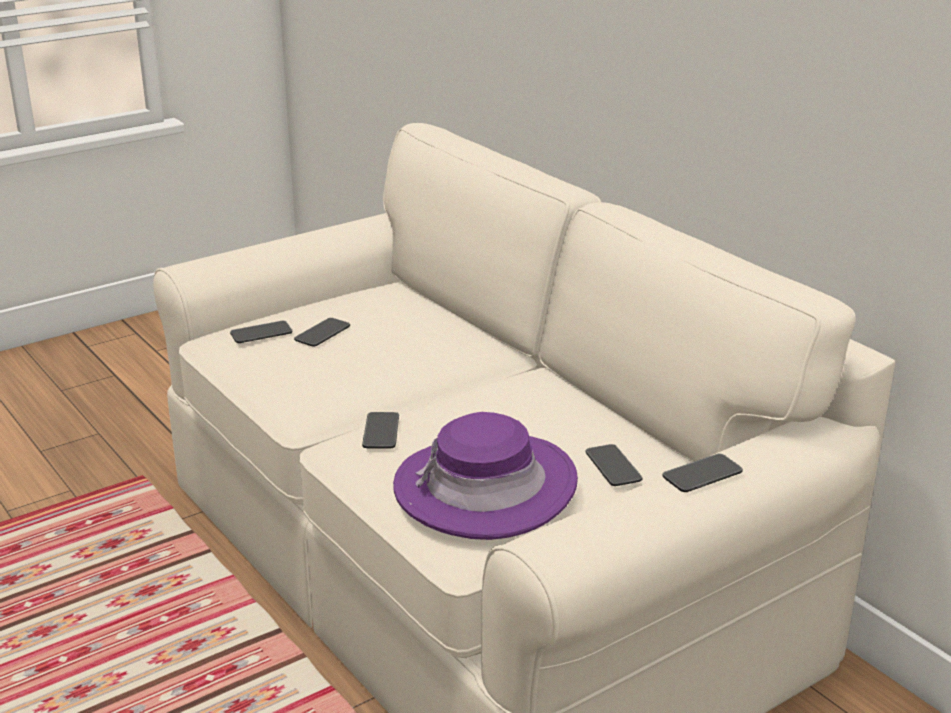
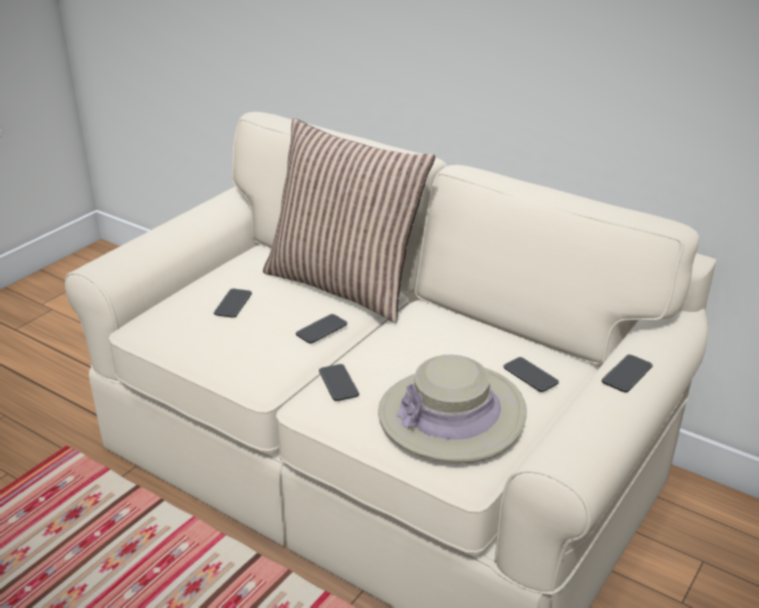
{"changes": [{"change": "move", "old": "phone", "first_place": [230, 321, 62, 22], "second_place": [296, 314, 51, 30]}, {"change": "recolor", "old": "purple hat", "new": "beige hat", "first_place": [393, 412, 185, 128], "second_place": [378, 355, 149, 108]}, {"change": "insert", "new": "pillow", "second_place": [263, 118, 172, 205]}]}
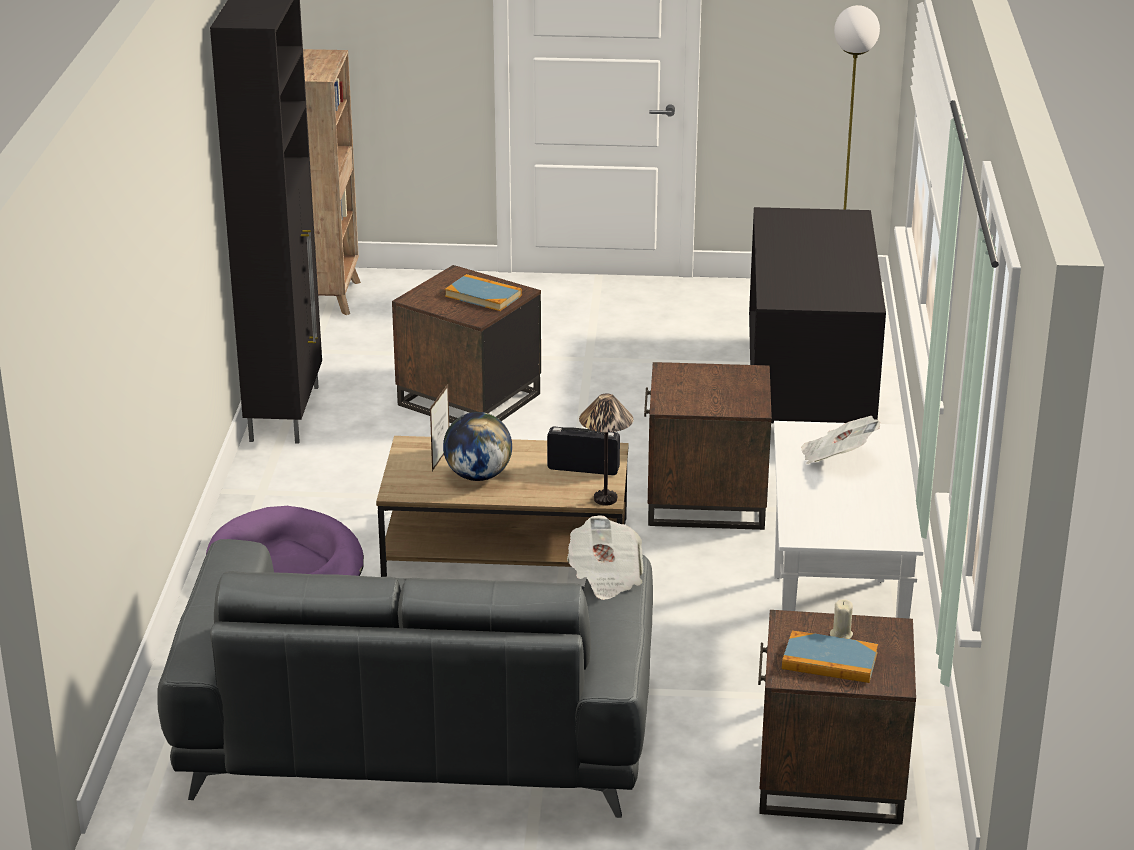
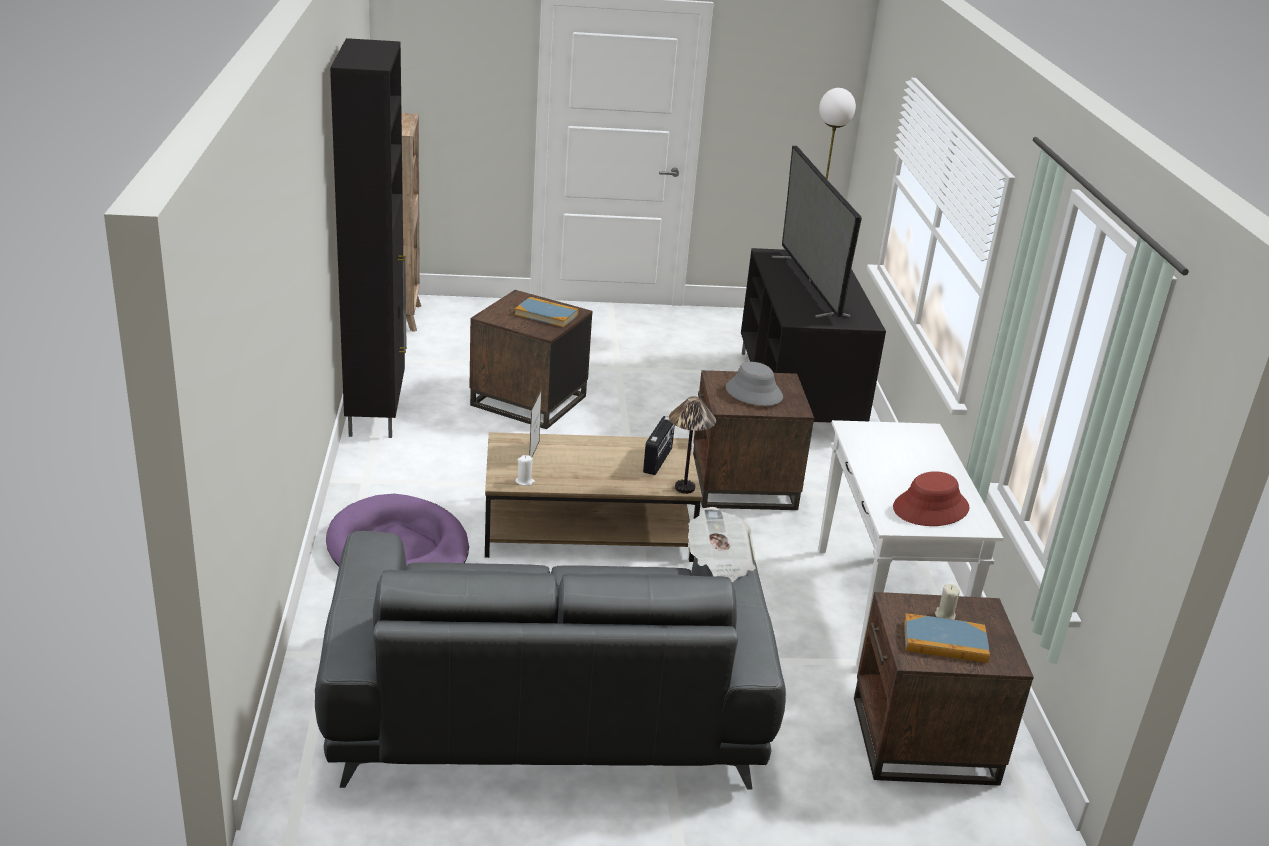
{"changes": [{"change": "delete", "old": "globe", "first_place": [443, 412, 69, 69]}, {"change": "delete", "old": "newspaper", "first_place": [801, 416, 79, 48]}, {"change": "rotate", "old": "radio", "first_place": [547, 427, 73, 48], "second_place": [643, 416, 32, 59], "degrees": 105}, {"change": "insert", "new": "television", "second_place": [772, 146, 90, 172]}, {"change": "insert", "new": "grey hat", "second_place": [726, 362, 57, 44]}, {"change": "insert", "new": "white candle", "second_place": [515, 455, 20, 31]}, {"change": "insert", "new": "red hat", "second_place": [893, 471, 76, 55]}]}
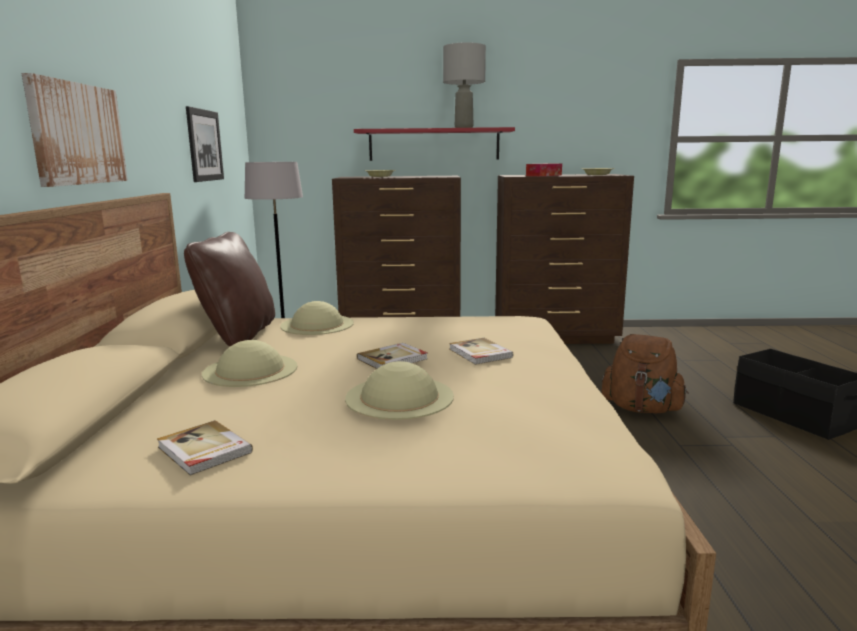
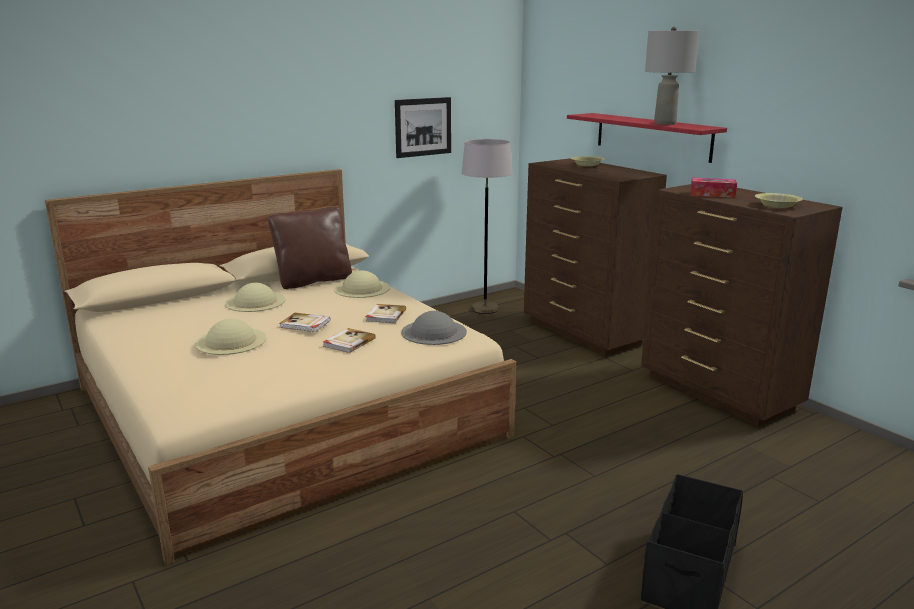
{"changes": [{"change": "delete", "old": "picture", "first_place": [22, 73, 106, 114]}, {"change": "delete", "old": "brown backpack", "first_place": [602, 334, 86, 79]}, {"change": "move", "old": "book", "first_place": [157, 420, 96, 56], "second_place": [366, 304, 40, 19]}, {"change": "insert", "new": "grey hat", "second_place": [401, 311, 66, 34]}]}
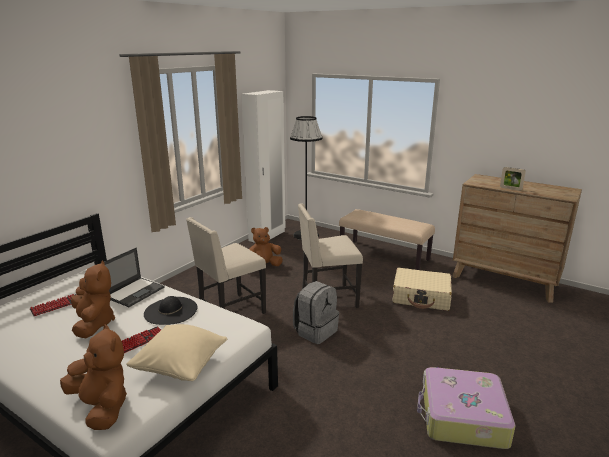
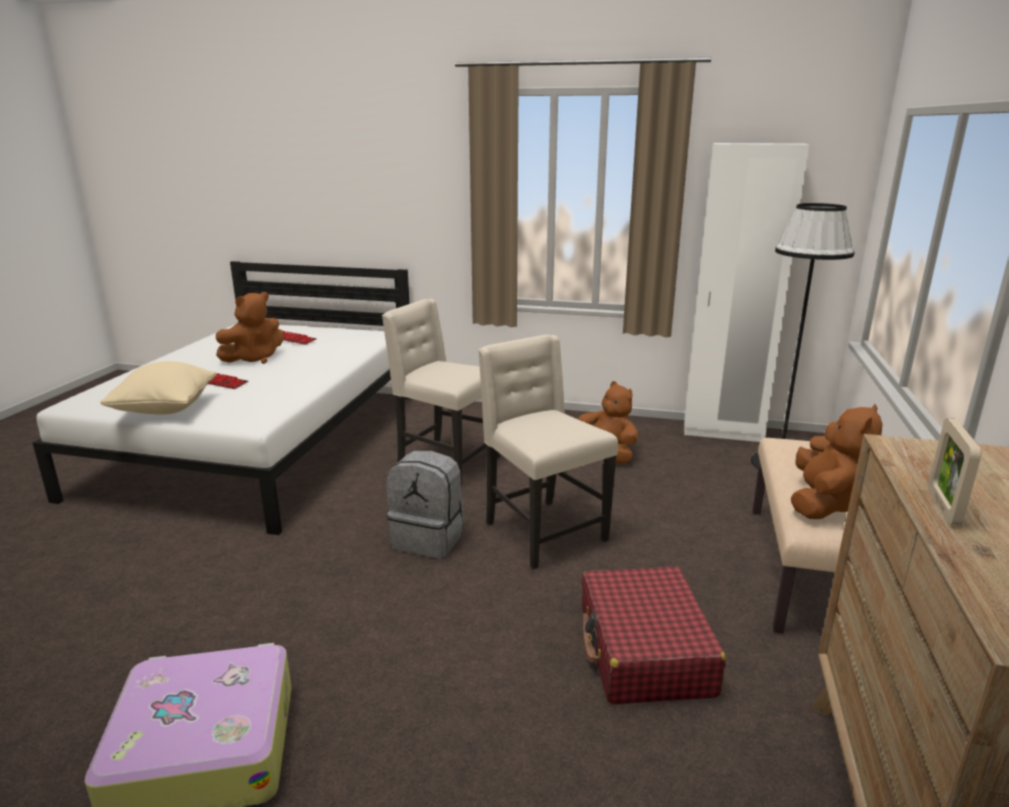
{"changes": [{"change": "delete", "old": "laptop", "first_place": [100, 248, 65, 59]}, {"change": "recolor", "old": "beige suitcase", "new": "red suitcase", "first_place": [393, 268, 59, 43], "second_place": [582, 566, 144, 139]}, {"change": "delete", "old": "black hat", "first_place": [144, 296, 54, 29]}, {"change": "move", "old": "brown plush toy", "first_place": [60, 324, 67, 106], "second_place": [791, 404, 92, 115]}]}
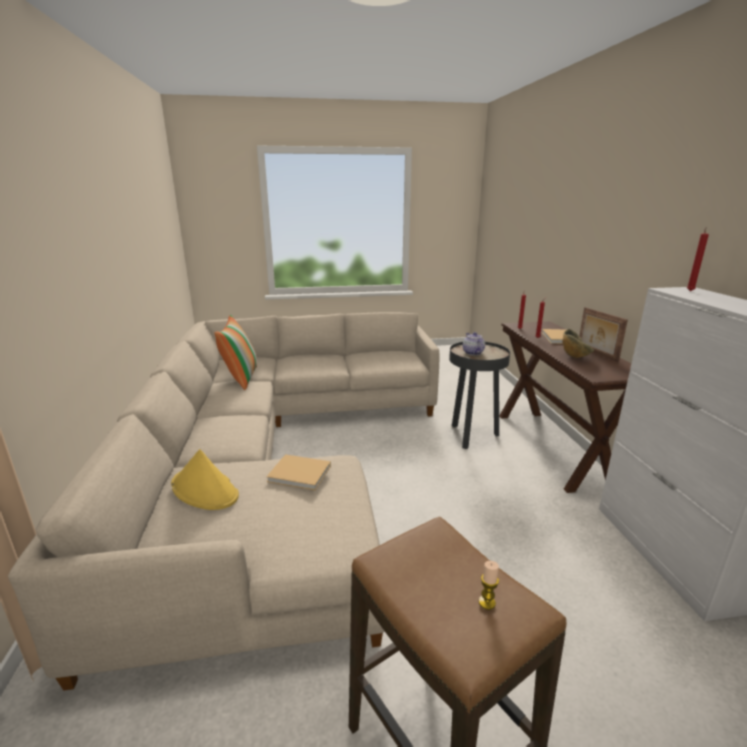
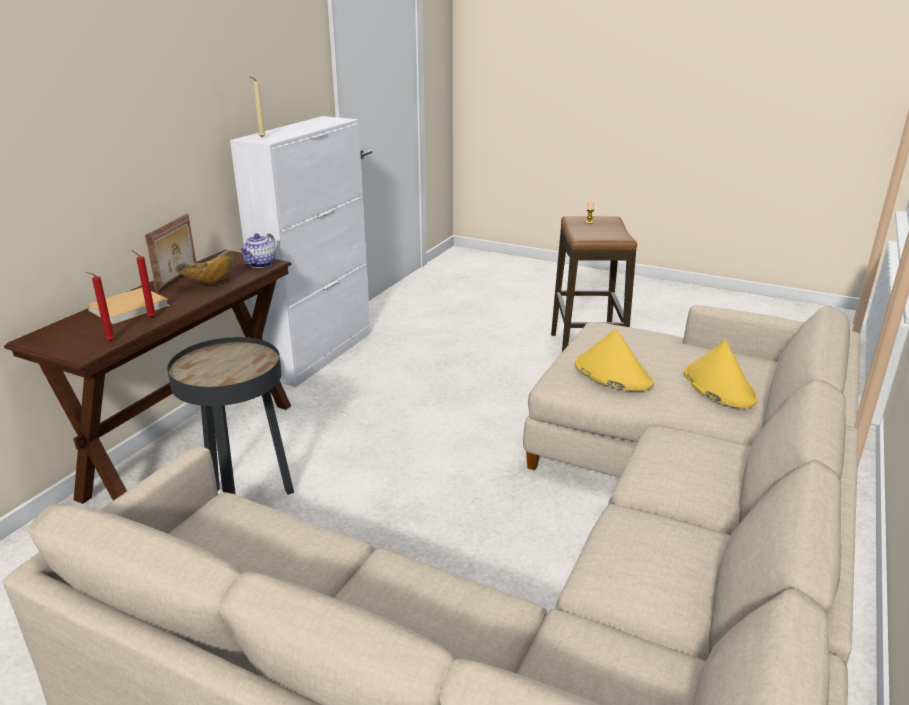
{"changes": [{"change": "recolor", "old": "red candle", "new": "beige candle", "first_place": [687, 227, 22, 64], "second_place": [249, 76, 17, 62]}, {"change": "delete", "old": "pillow", "first_place": [214, 315, 43, 75]}, {"change": "move", "old": "teapot", "first_place": [462, 332, 23, 23], "second_place": [240, 234, 36, 34]}, {"change": "replace", "old": "beige book", "new": "yellow hat", "first_place": [266, 454, 65, 36], "second_place": [575, 328, 79, 63]}]}
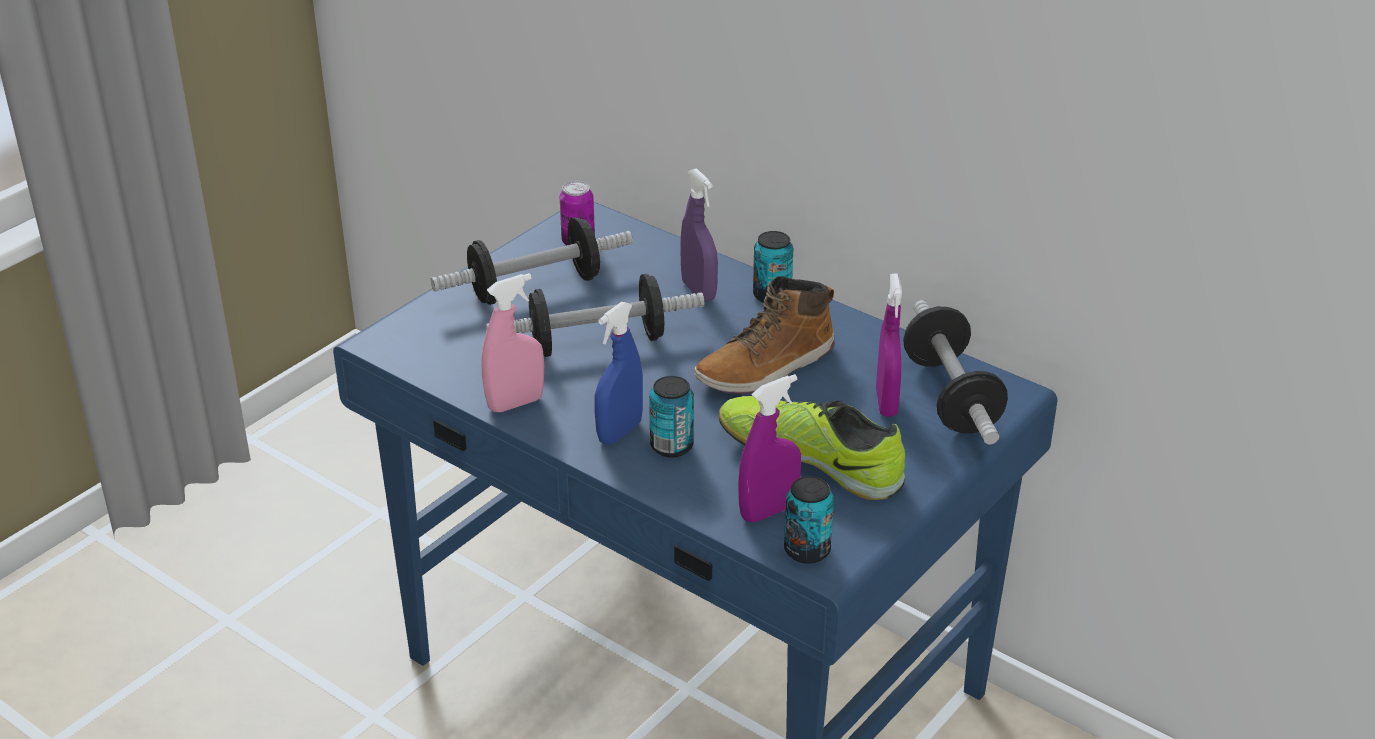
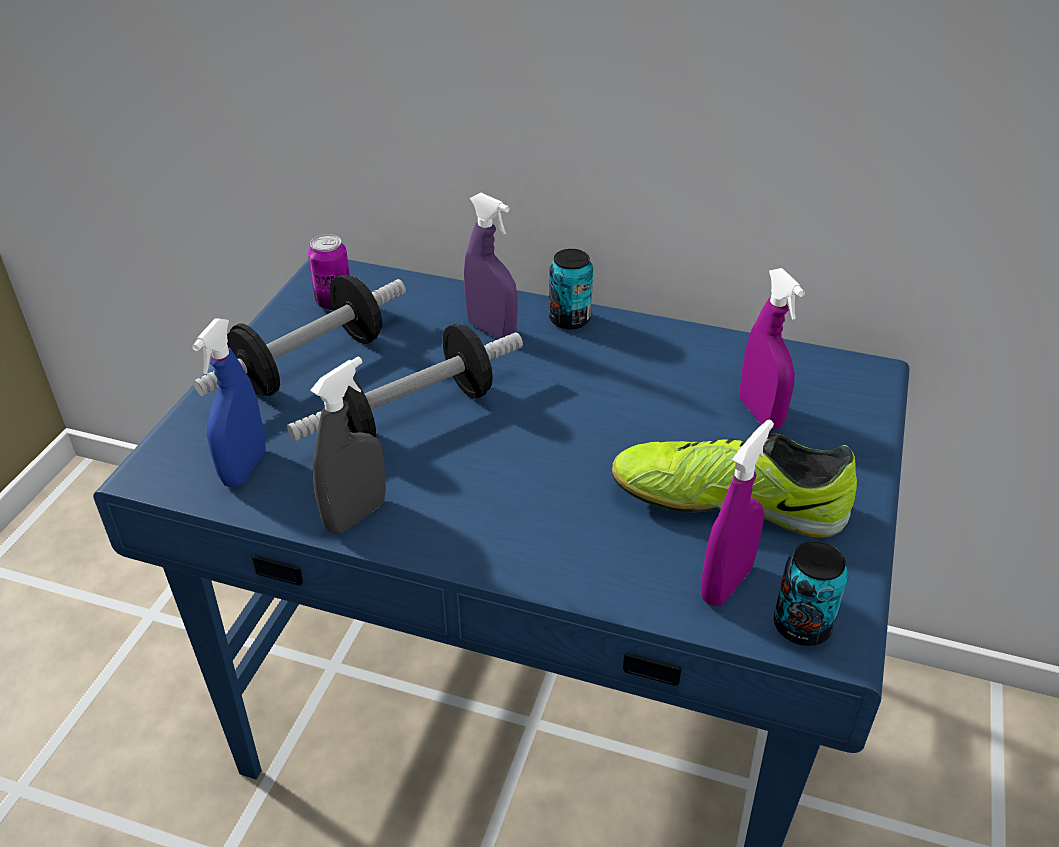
{"changes": [{"change": "recolor", "old": "pink spray bottle", "new": "grey spray bottle", "first_place": [481, 273, 63, 139], "second_place": [310, 356, 76, 178]}, {"change": "delete", "old": "boot", "first_place": [694, 276, 141, 118]}, {"change": "delete", "old": "dumbbell", "first_place": [903, 300, 105, 144]}, {"change": "move", "old": "blue spray bottle", "first_place": [595, 302, 48, 143], "second_place": [192, 318, 74, 169]}, {"change": "delete", "old": "can", "first_place": [649, 376, 45, 81]}]}
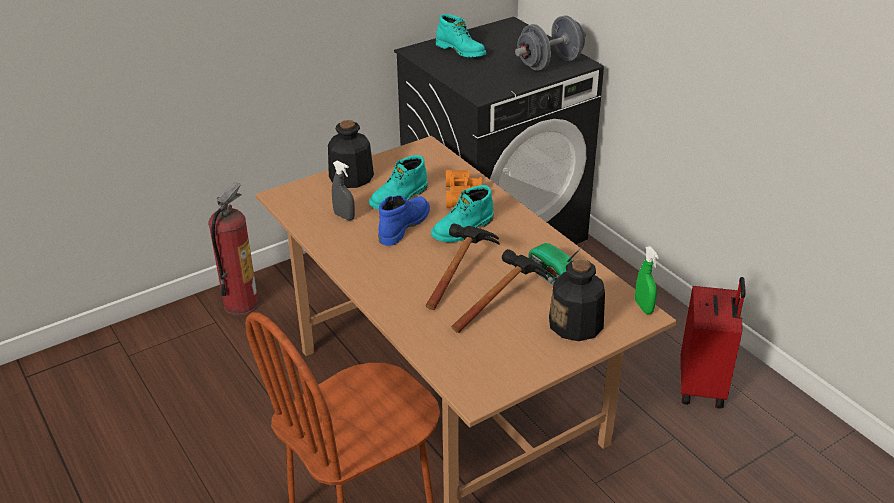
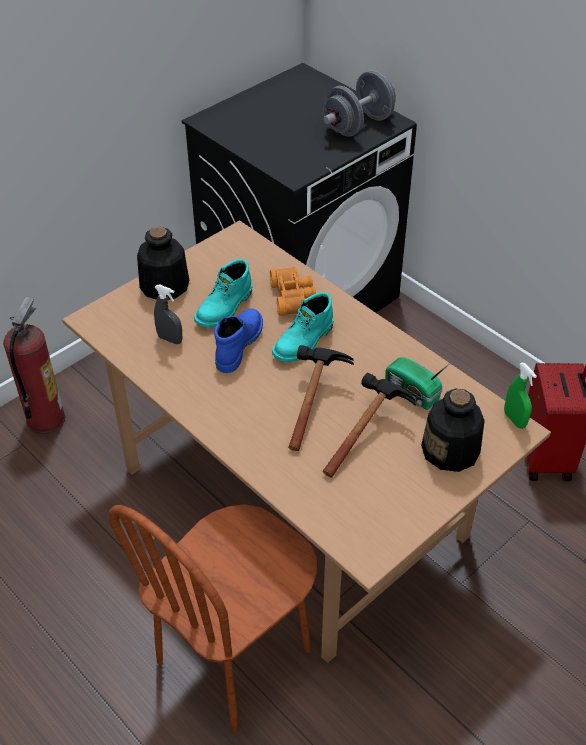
{"changes": [{"change": "delete", "old": "turquoise boot", "first_place": [436, 14, 50, 43]}]}
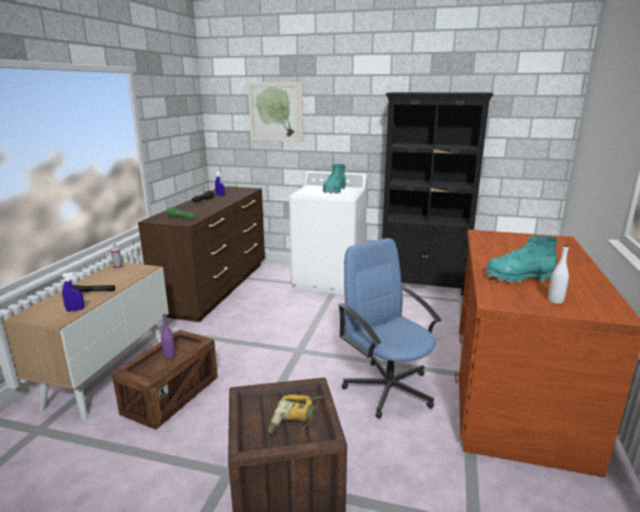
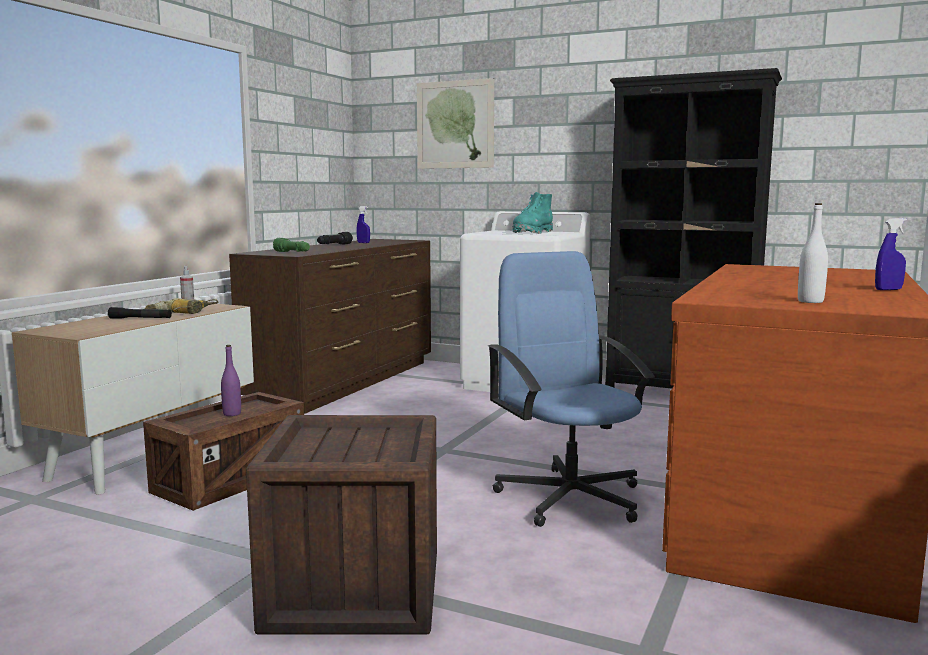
{"changes": [{"change": "delete", "old": "turquoise boot", "first_place": [485, 236, 73, 47]}, {"change": "move", "old": "blue spray bottle", "first_place": [62, 272, 22, 40], "second_place": [875, 218, 32, 72]}, {"change": "move", "old": "power drill", "first_place": [267, 394, 57, 40], "second_place": [145, 298, 73, 16]}]}
